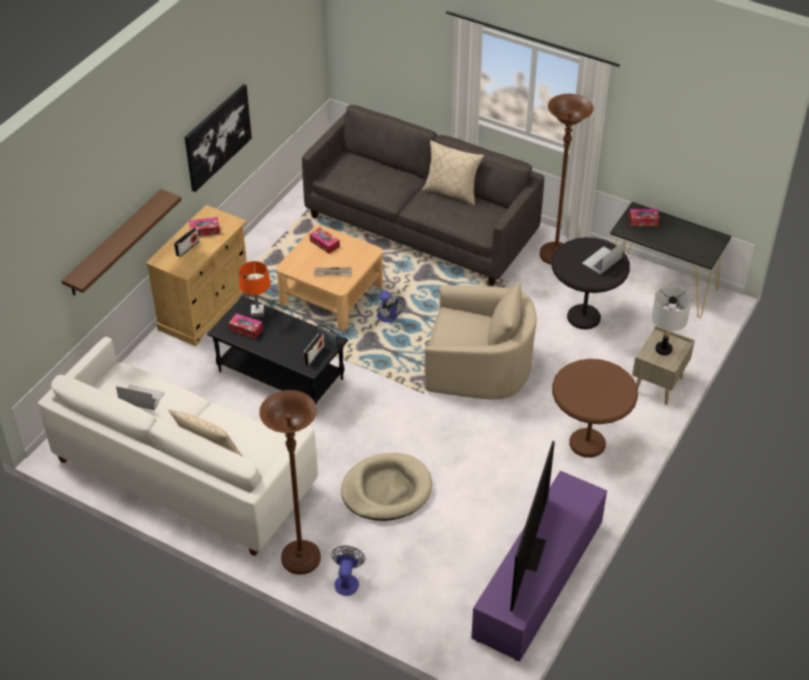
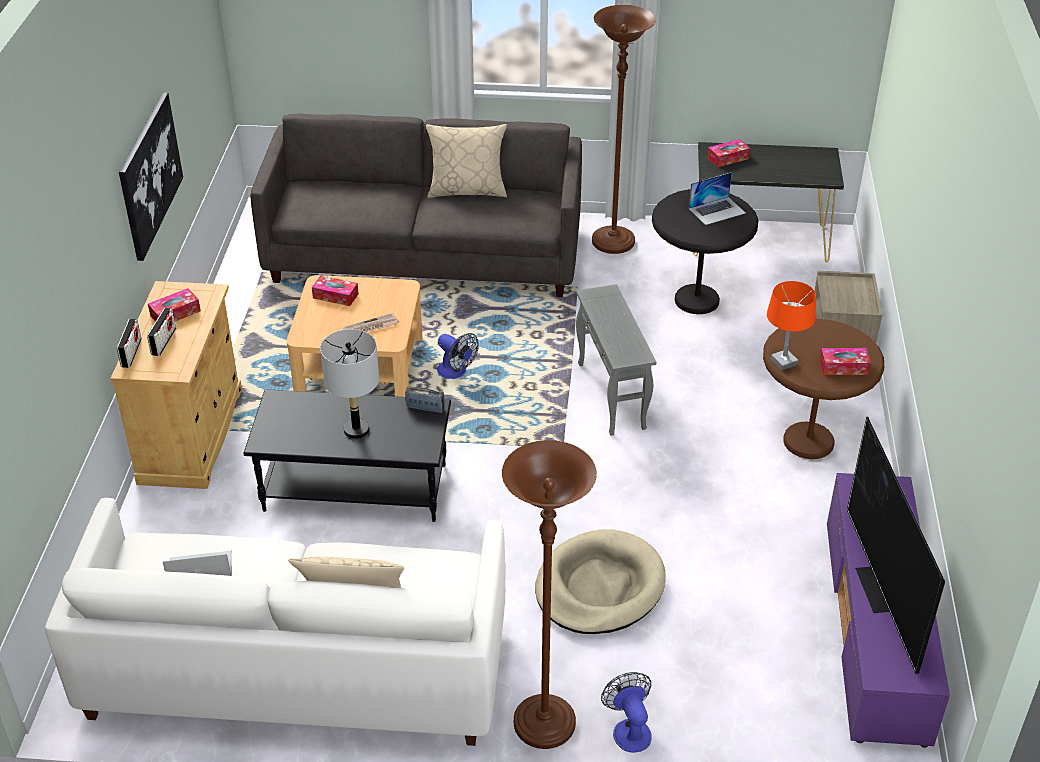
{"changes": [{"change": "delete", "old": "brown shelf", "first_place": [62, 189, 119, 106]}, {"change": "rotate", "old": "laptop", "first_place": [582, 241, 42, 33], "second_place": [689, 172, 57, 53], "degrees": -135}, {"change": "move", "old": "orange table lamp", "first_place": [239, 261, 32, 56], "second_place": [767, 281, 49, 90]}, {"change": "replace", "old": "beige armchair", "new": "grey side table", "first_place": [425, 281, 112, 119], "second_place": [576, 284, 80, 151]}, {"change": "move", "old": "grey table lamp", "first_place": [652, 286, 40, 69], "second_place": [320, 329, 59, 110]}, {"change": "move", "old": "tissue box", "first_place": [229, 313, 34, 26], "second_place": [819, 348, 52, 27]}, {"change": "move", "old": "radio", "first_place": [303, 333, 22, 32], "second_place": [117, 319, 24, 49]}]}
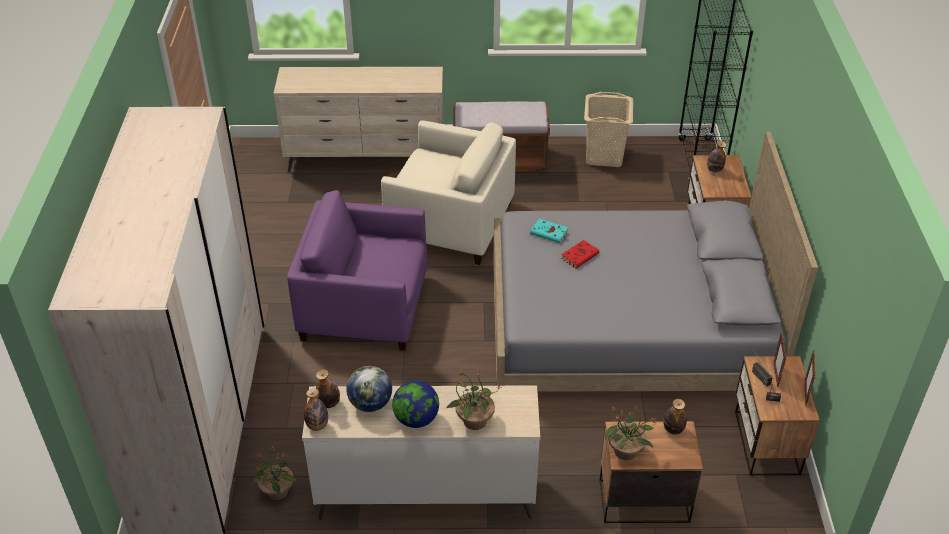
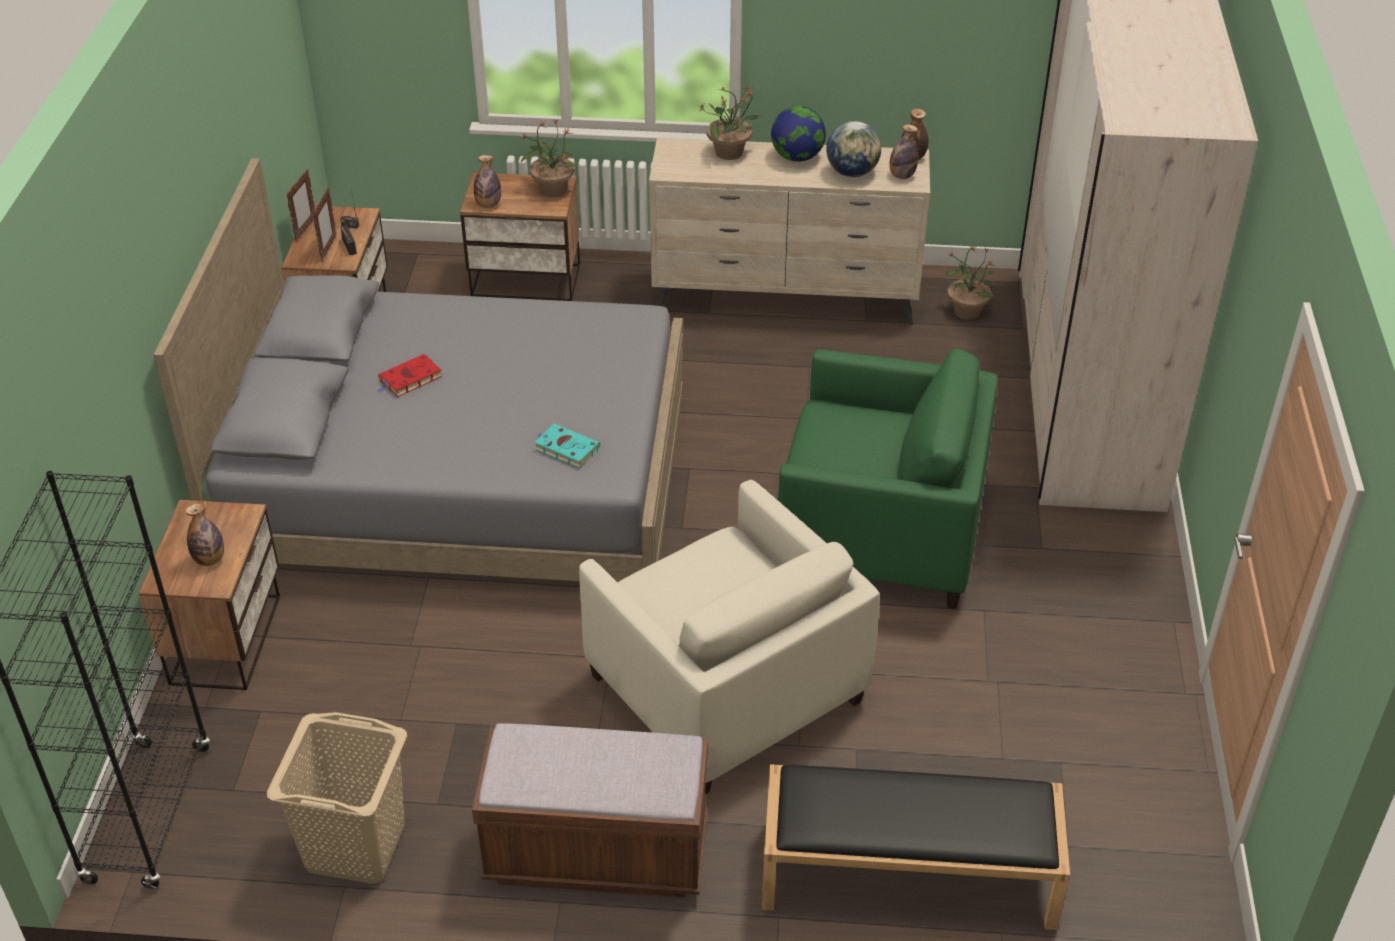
{"changes": [{"change": "replace", "old": "beige dresser", "new": "black bench", "first_place": [274, 67, 169, 106], "second_place": [762, 764, 308, 166]}, {"change": "rotate", "old": "beige armchair", "first_place": [381, 120, 135, 145], "second_place": [579, 480, 301, 315], "degrees": -150}, {"change": "recolor", "old": "purple armchair", "new": "green armchair", "first_place": [287, 190, 140, 161], "second_place": [778, 349, 220, 260]}, {"change": "move", "old": "red book", "first_place": [561, 240, 38, 29], "second_place": [377, 354, 65, 43]}]}
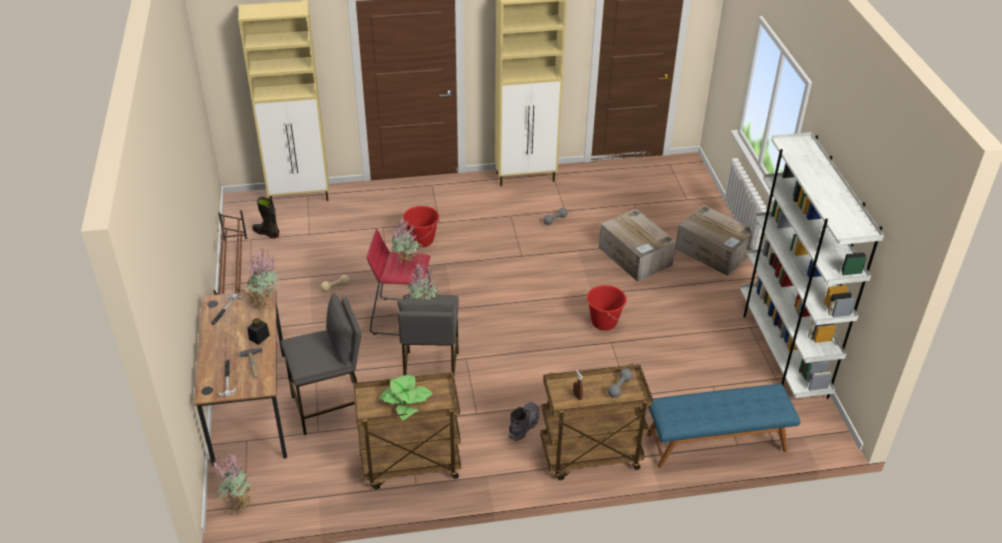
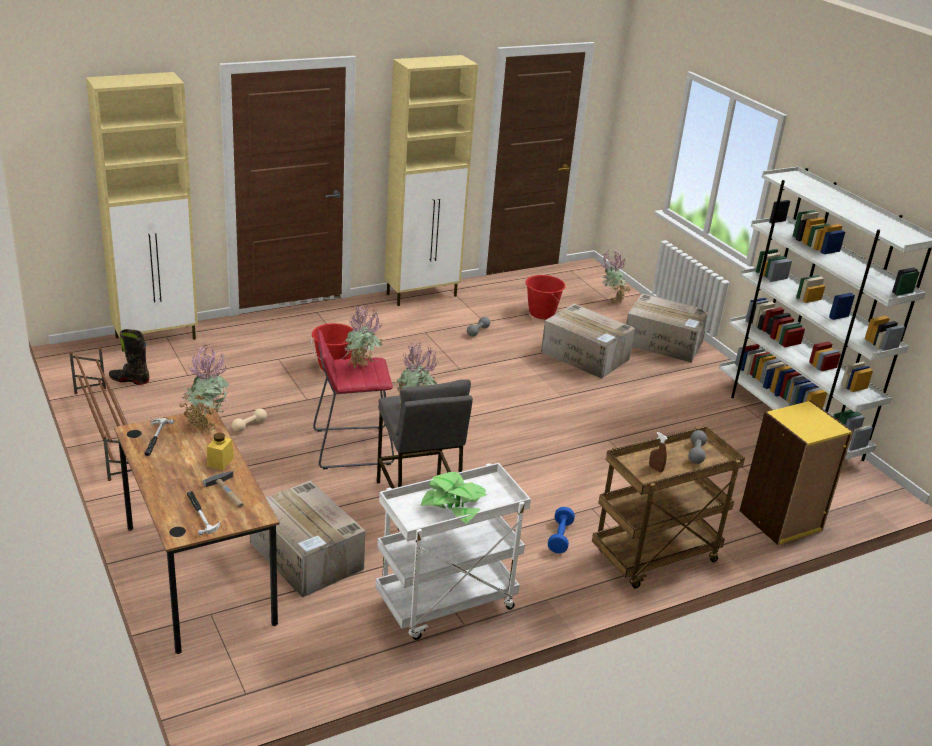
{"changes": [{"change": "move", "old": "red bucket", "first_place": [587, 285, 40, 46], "second_place": [526, 275, 40, 44]}, {"change": "replace", "old": "grey stool", "new": "cardboard box", "first_place": [281, 293, 80, 142], "second_place": [250, 480, 115, 118]}, {"change": "recolor", "old": "black jar", "new": "yellow jar", "first_place": [247, 318, 23, 27], "second_place": [207, 433, 27, 37]}, {"change": "recolor", "old": "brown cart", "new": "white cart", "first_place": [353, 371, 108, 118], "second_place": [376, 463, 155, 177]}, {"change": "replace", "old": "blue bench", "new": "yellow bookcase", "first_place": [647, 384, 153, 84], "second_place": [740, 401, 113, 144]}, {"change": "replace", "old": "grey boot", "new": "blue dumbbell", "first_place": [508, 402, 32, 39], "second_place": [548, 507, 27, 46]}, {"change": "move", "old": "potted plant", "first_place": [212, 451, 40, 63], "second_place": [600, 249, 30, 57]}]}
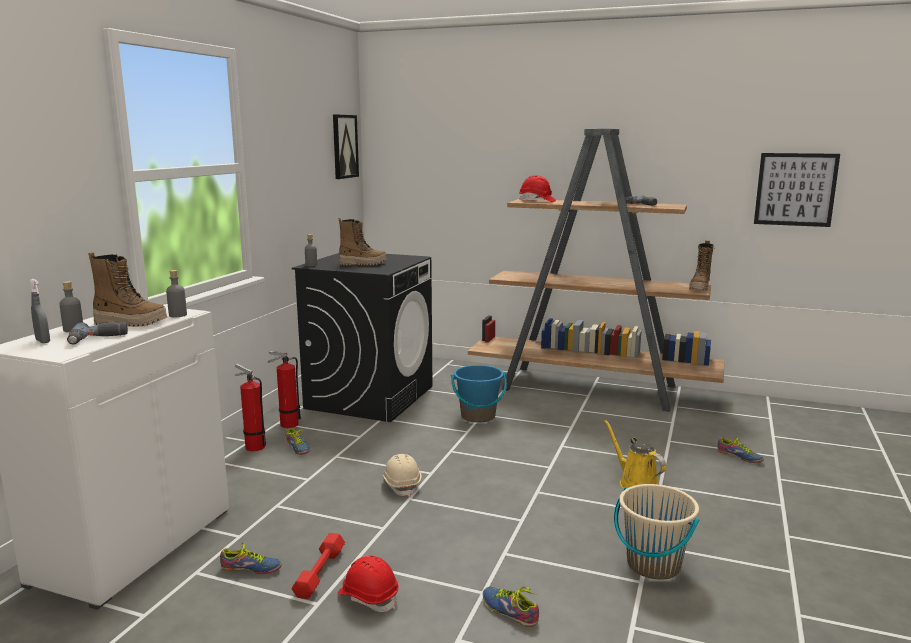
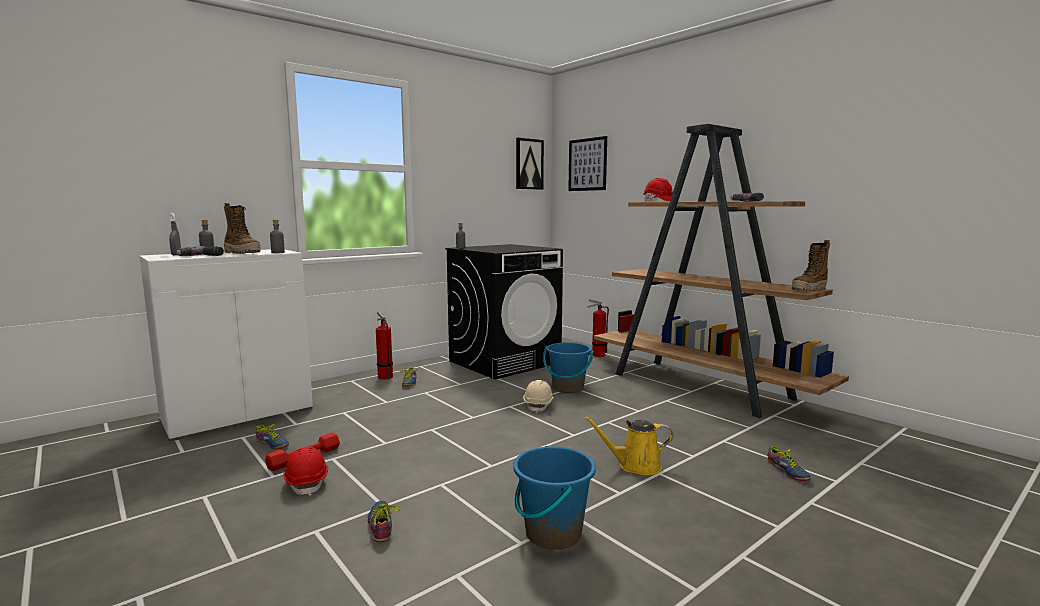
{"changes": [{"change": "move", "old": "picture", "first_place": [754, 153, 86, 74], "second_place": [568, 136, 39, 55]}, {"change": "delete", "old": "boot", "first_place": [339, 218, 48, 47]}, {"change": "move", "old": "fire extinguisher", "first_place": [268, 351, 33, 77], "second_place": [587, 299, 22, 58]}, {"change": "rotate", "old": "yellow watering can", "first_place": [604, 420, 62, 69], "second_place": [583, 416, 90, 59], "degrees": -90}, {"change": "move", "old": "beige hard hat", "first_place": [383, 454, 38, 43], "second_place": [523, 380, 31, 33]}, {"change": "recolor", "old": "beige bucket", "new": "blue bucket", "first_place": [614, 484, 85, 96], "second_place": [513, 446, 83, 104]}]}
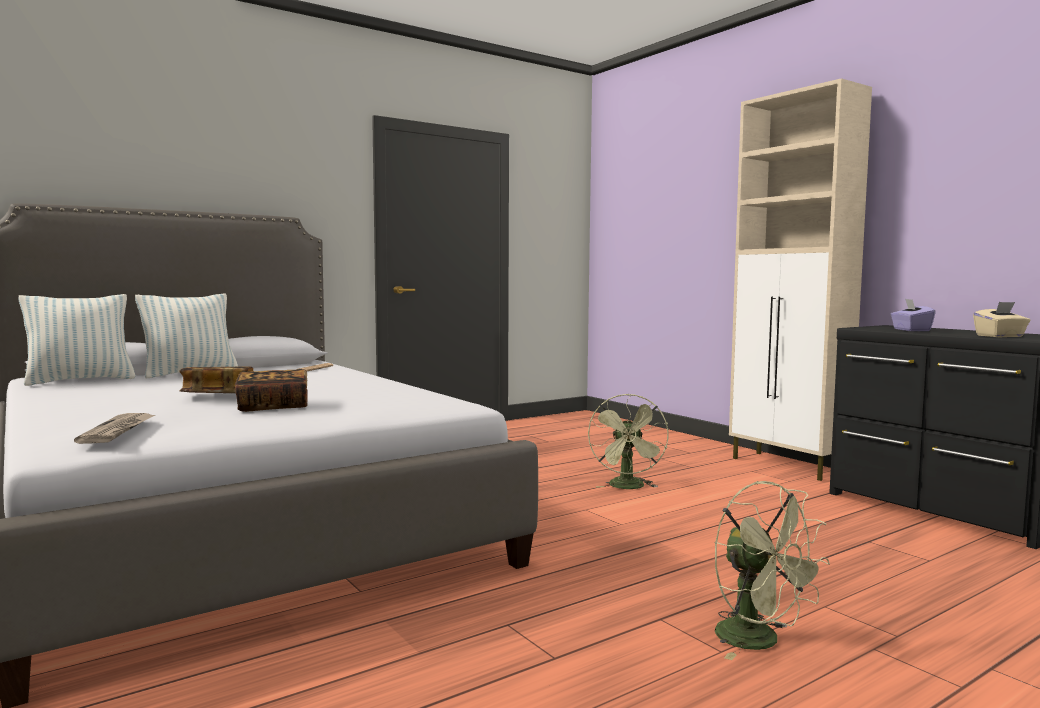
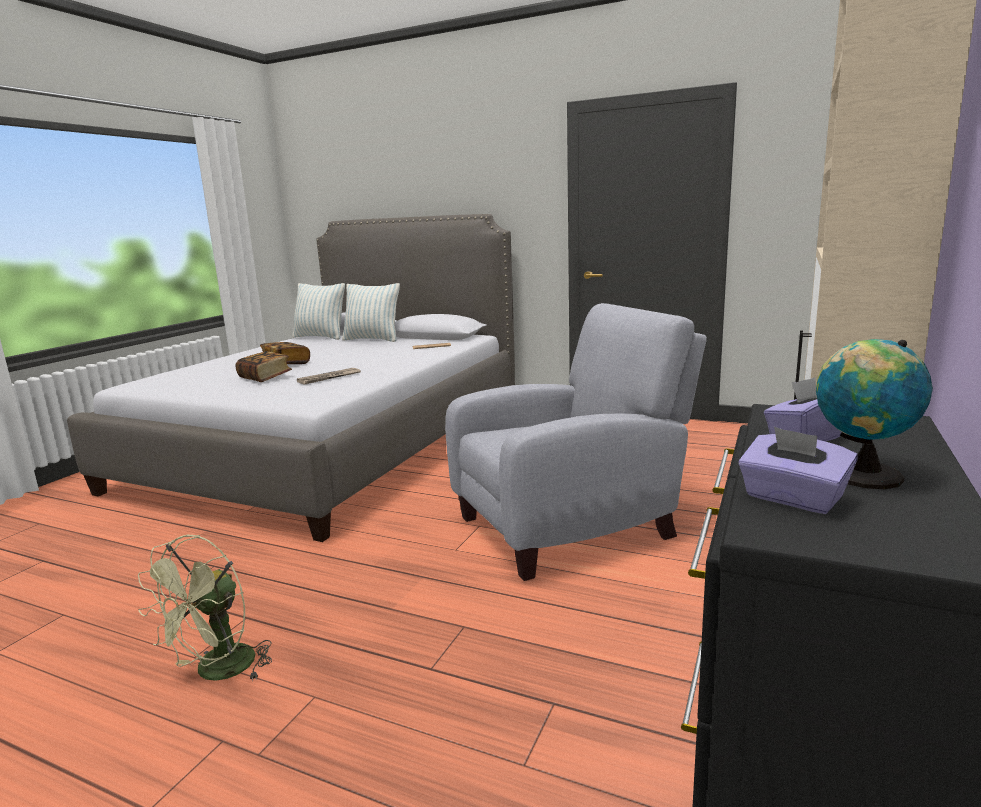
{"changes": [{"change": "recolor", "old": "beige tissue box", "new": "purple tissue box", "first_place": [973, 302, 57, 35], "second_place": [738, 427, 120, 87]}, {"change": "replace", "old": "green fan", "new": "grey armchair", "first_place": [588, 394, 81, 95], "second_place": [445, 303, 262, 278]}, {"change": "move", "old": "newspaper", "first_place": [74, 413, 81, 31], "second_place": [297, 368, 64, 17]}, {"change": "insert", "new": "globe", "second_place": [816, 339, 117, 150]}]}
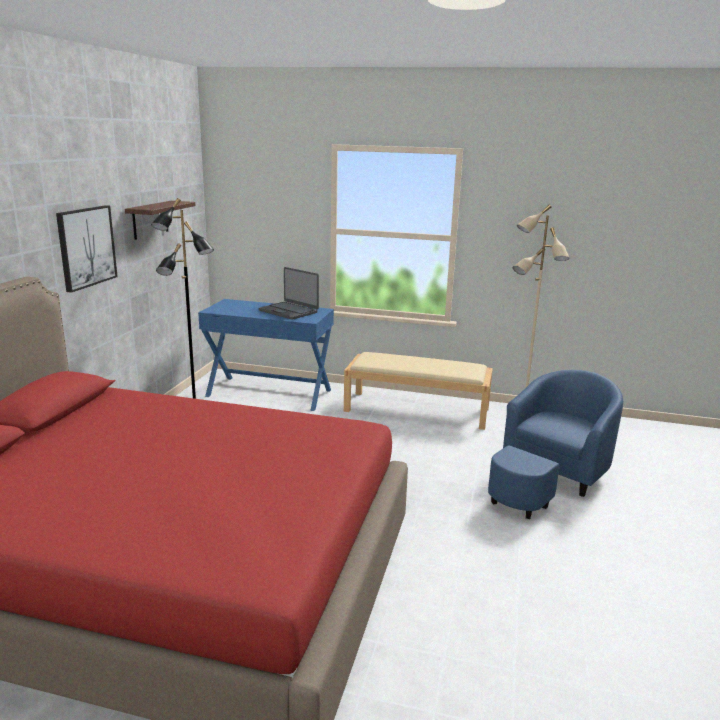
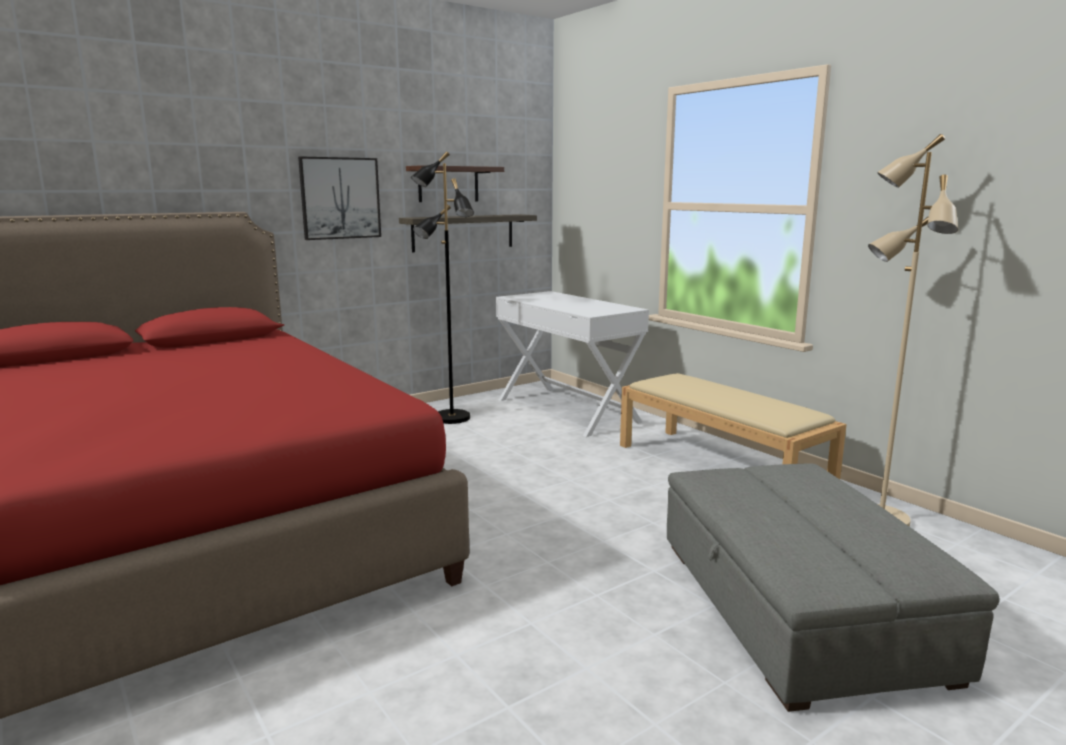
{"changes": [{"change": "delete", "old": "laptop", "first_place": [259, 267, 60, 53]}, {"change": "recolor", "old": "blue desk", "new": "white desk", "first_place": [198, 299, 136, 112], "second_place": [496, 291, 153, 146]}, {"change": "replace", "old": "blue armchair", "new": "grey ottoman", "first_place": [488, 370, 136, 149], "second_place": [667, 463, 332, 249]}, {"change": "insert", "new": "shelf", "second_place": [399, 214, 138, 38]}]}
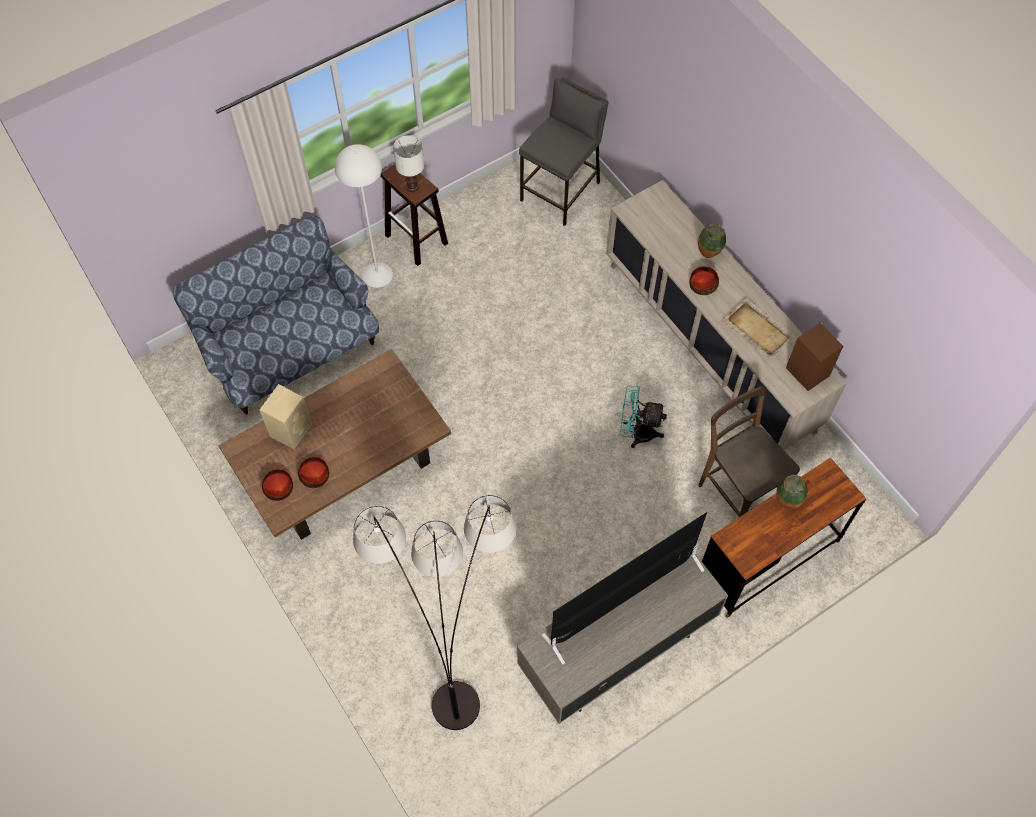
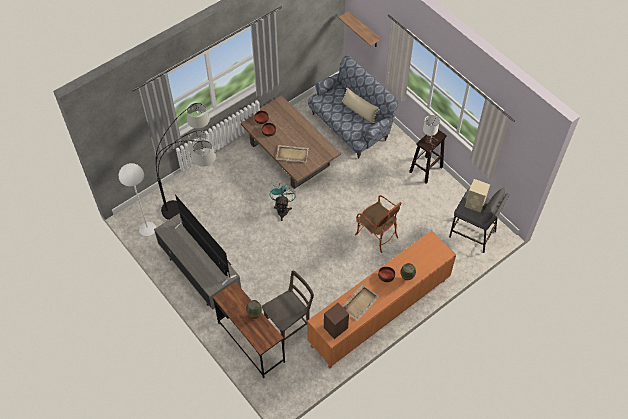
{"changes": [{"change": "move", "old": "white floor lamp", "first_place": [335, 144, 58, 144], "second_place": [119, 163, 37, 73]}, {"change": "recolor", "old": "beige cabinet", "new": "orange cabinet", "first_place": [606, 180, 241, 270], "second_place": [307, 231, 149, 138]}, {"change": "move", "old": "beige speaker", "first_place": [260, 384, 52, 65], "second_place": [465, 179, 25, 34]}, {"change": "move", "old": "turquoise fan", "first_place": [620, 385, 47, 63], "second_place": [270, 183, 26, 38]}, {"change": "insert", "new": "shelf", "second_place": [338, 11, 43, 36]}, {"change": "insert", "new": "beige pillow", "second_place": [342, 88, 38, 35]}, {"change": "insert", "new": "beige tray", "second_place": [276, 145, 33, 17]}, {"change": "insert", "new": "armchair", "second_place": [355, 195, 46, 58]}]}
